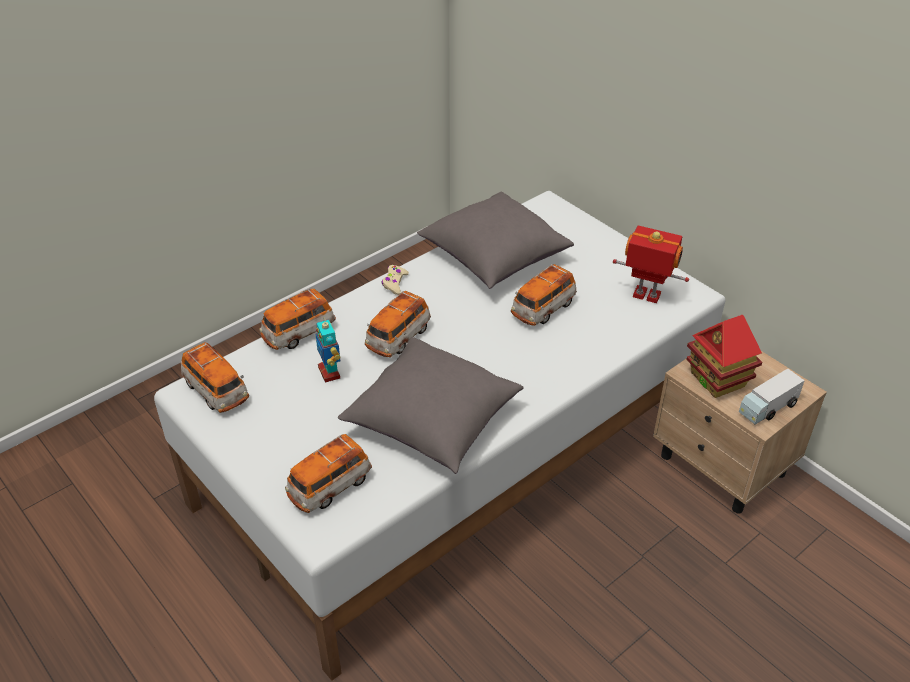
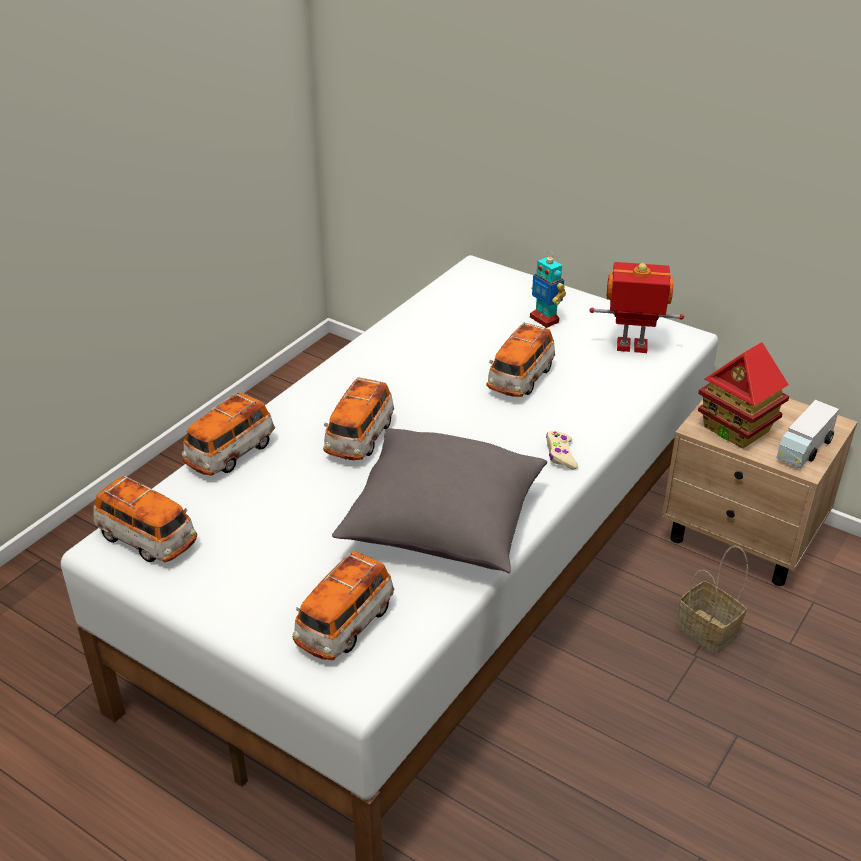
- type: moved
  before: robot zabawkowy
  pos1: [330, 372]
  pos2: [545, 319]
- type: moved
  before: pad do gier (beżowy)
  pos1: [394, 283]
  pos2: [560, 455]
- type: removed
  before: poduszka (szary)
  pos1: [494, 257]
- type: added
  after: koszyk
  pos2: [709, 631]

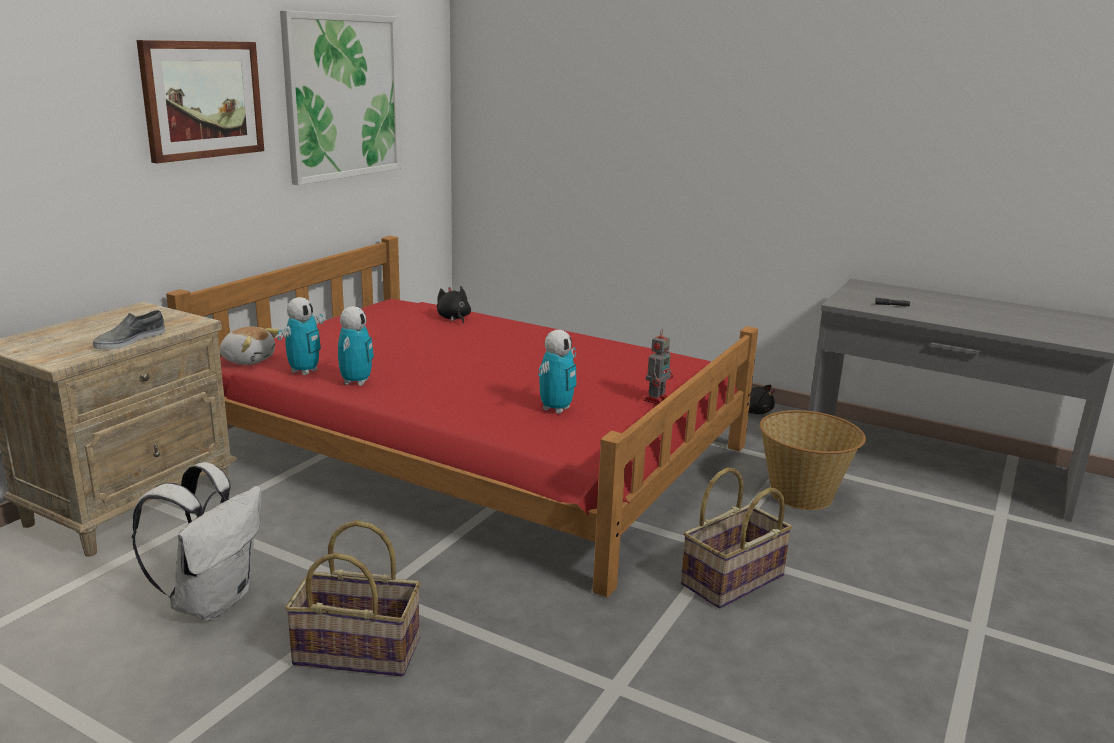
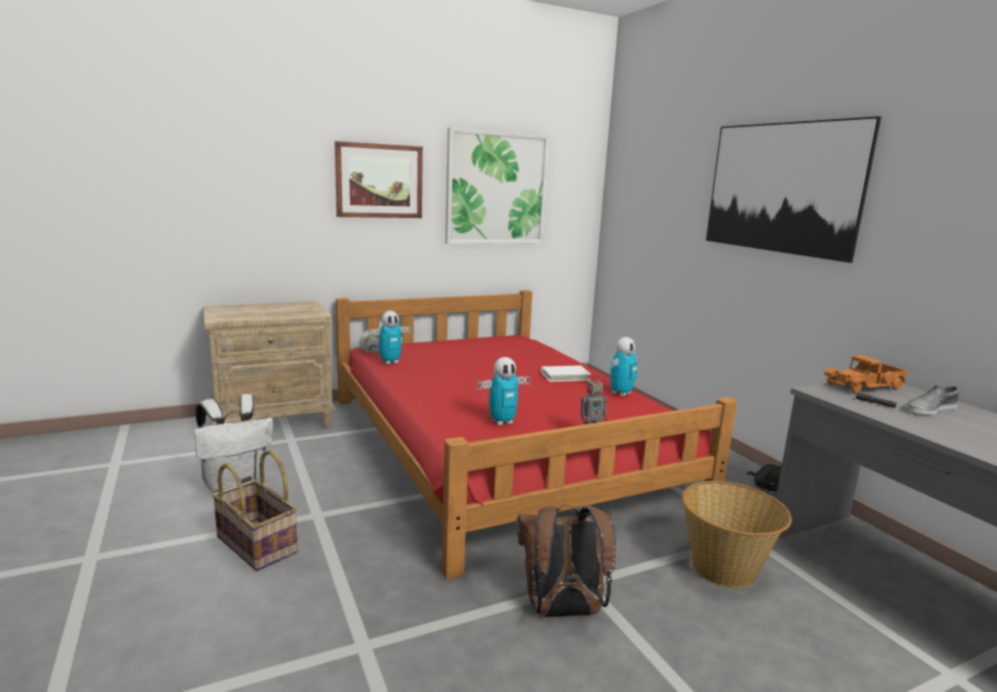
- type: moved
  before: but (szary)
  pos1: [129, 340]
  pos2: [930, 409]
- type: moved
  before: robot zabawkowy
  pos1: [356, 382]
  pos2: [621, 393]
- type: removed
  before: pluszak (czarny)
  pos1: [454, 318]
- type: replaced
  before: koszyk
  after: plecak (brązowy)
  pos1: [733, 581]
  pos2: [562, 611]
- type: added
  after: książka (biały)
  pos2: [565, 376]
- type: added
  after: obraz
  pos2: [781, 188]
- type: added
  after: ciężarówka zabawkowa
  pos2: [865, 386]

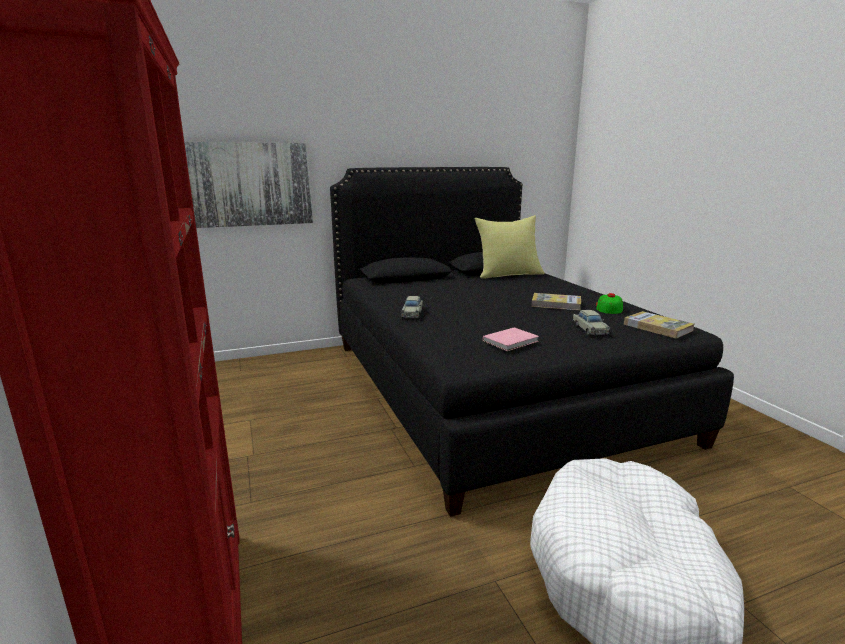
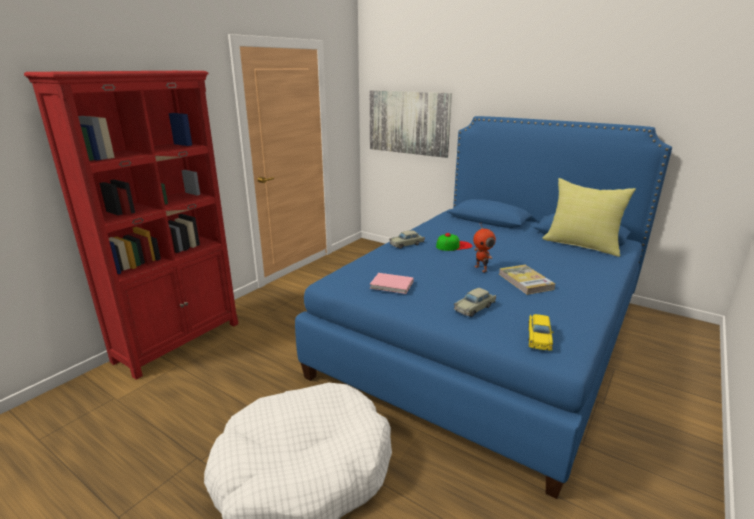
- type: recoloured
  before: łóżko (czarny)
  after: łóżko (niebieski)
  pos1: [488, 387]
  pos2: [486, 337]
- type: moved
  before: czapka z daszkiem
  pos1: [609, 307]
  pos2: [454, 246]
- type: replaced
  before: książka
  after: samochodzik (żółty)
  pos1: [657, 327]
  pos2: [539, 338]
- type: added
  after: robot zabawkowy
  pos2: [481, 268]

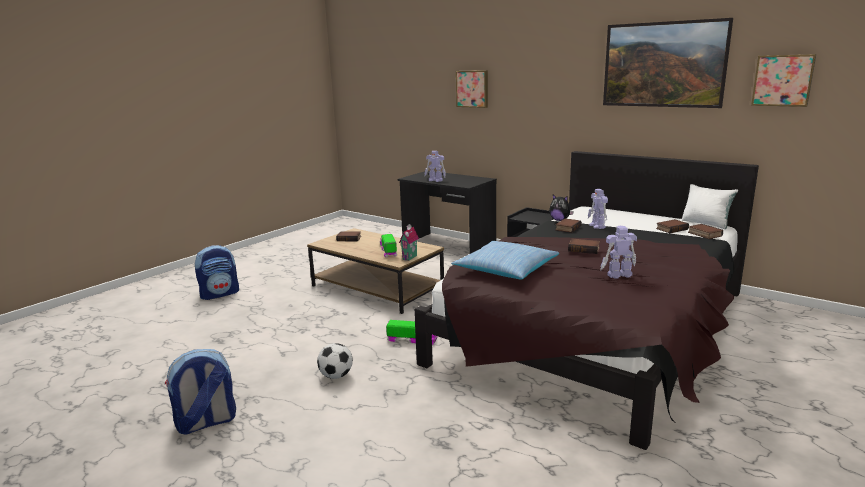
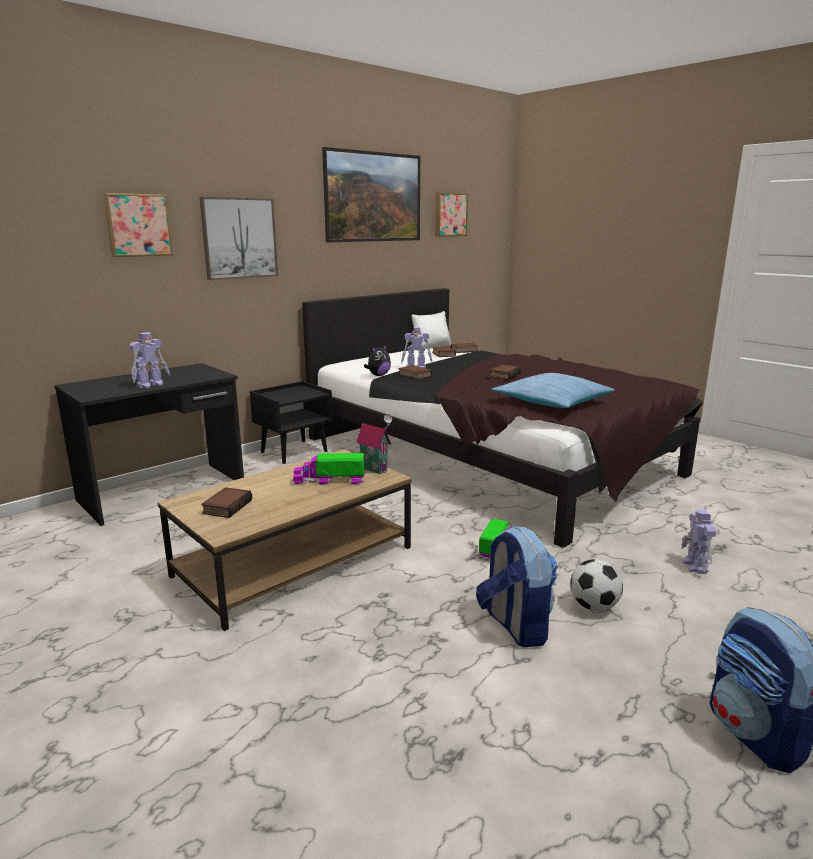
- type: moved
  before: plecak
  pos1: [220, 294]
  pos2: [514, 625]
- type: moved
  before: robot zabawkowy
  pos1: [618, 275]
  pos2: [695, 566]
- type: added
  after: obraz
  pos2: [239, 238]

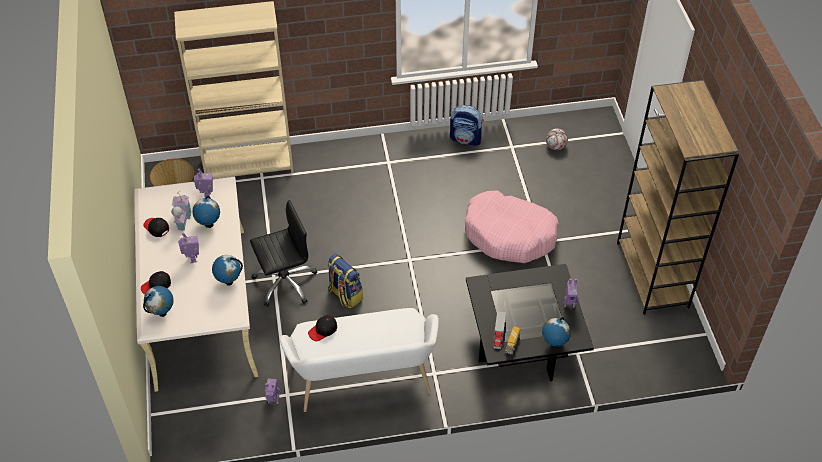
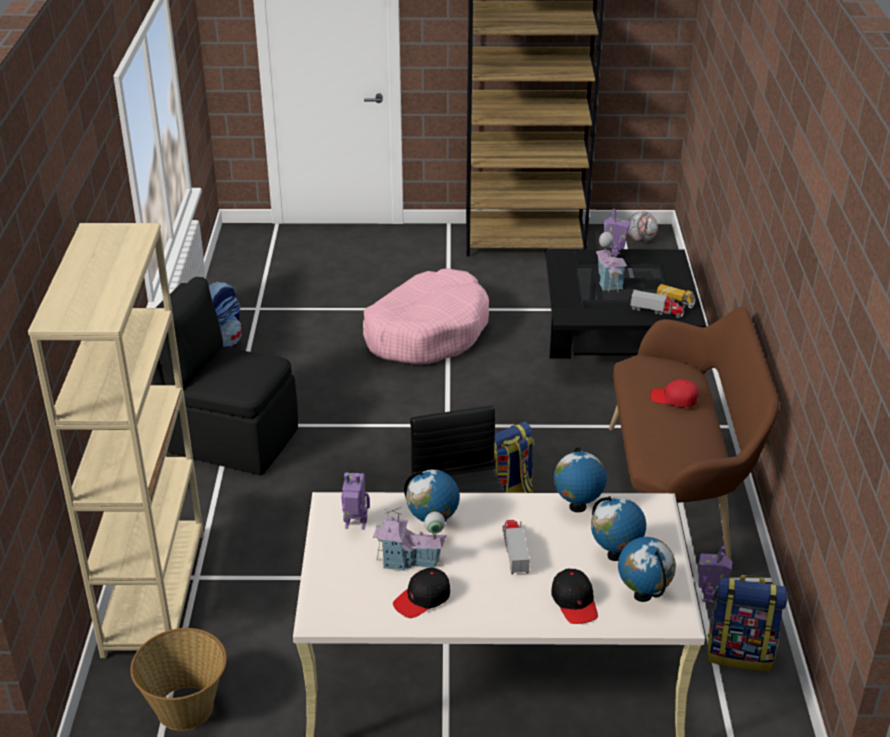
- type: replaced
  before: robot zabawkowy
  after: ciężarówka zabawkowa
  pos1: [192, 259]
  pos2: [515, 551]
- type: recoloured
  before: ławka (biały)
  after: ławka (brązowy)
  pos1: [363, 382]
  pos2: [676, 494]
- type: removed
  before: czapka z daszkiem (czarny)
  pos1: [323, 330]
- type: moved
  before: globus
  pos1: [554, 344]
  pos2: [615, 555]
- type: moved
  before: piłka futbolowa
  pos1: [555, 147]
  pos2: [641, 240]
- type: added
  after: krzesło (czarny)
  pos2: [230, 439]
- type: added
  after: domek
  pos2: [608, 281]
- type: added
  after: czapka z daszkiem (czerwony)
  pos2: [674, 399]
- type: added
  after: plecak
  pos2: [740, 652]

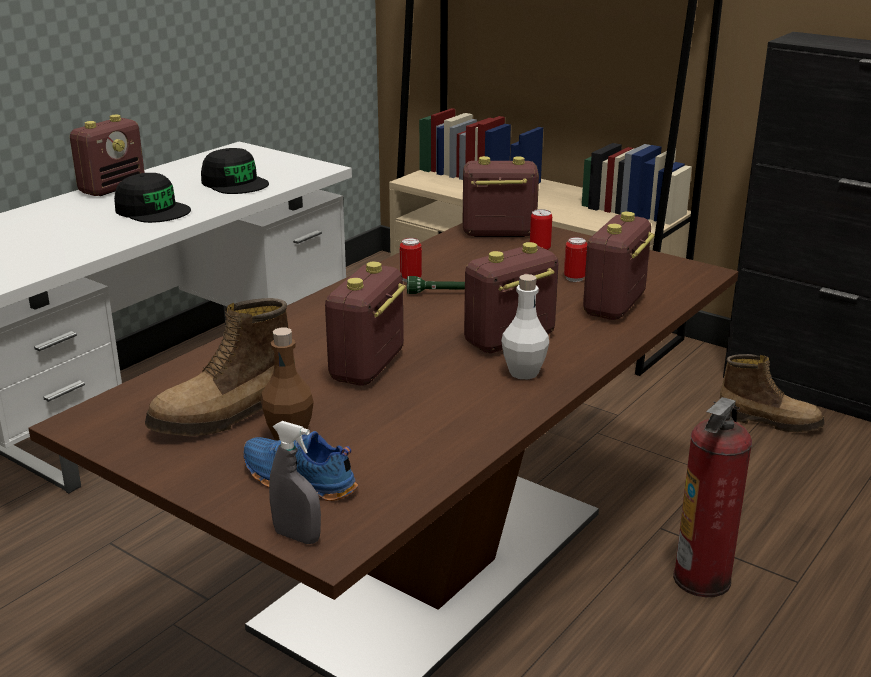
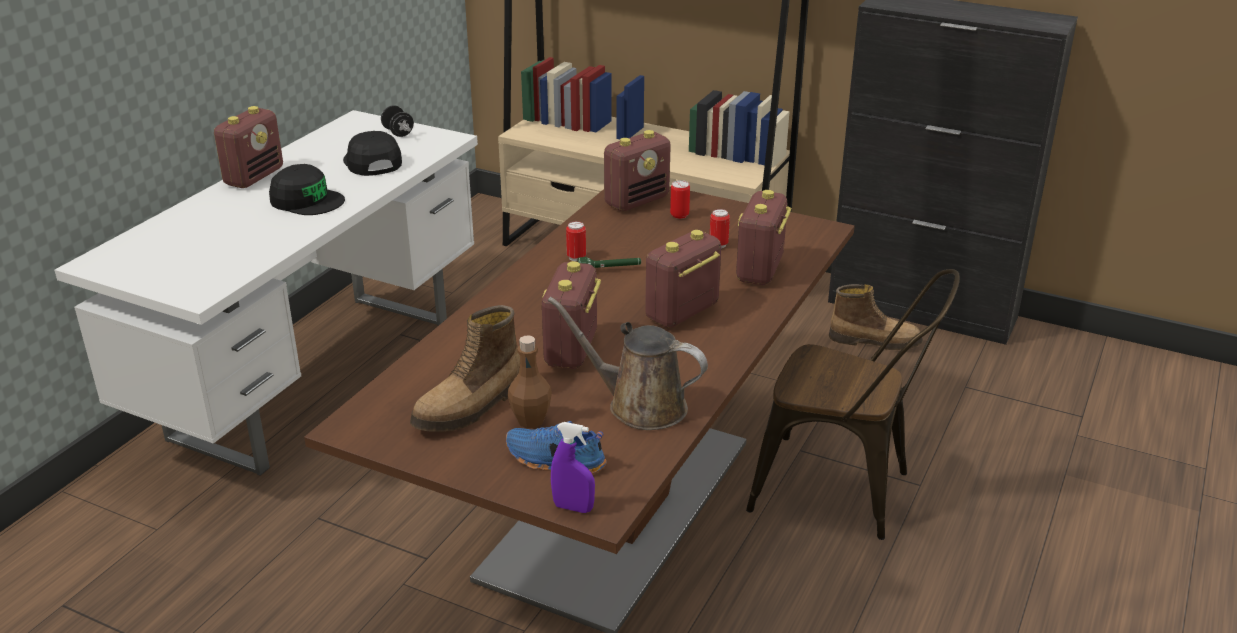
- type: turned
  before: czapka z daszkiem (czarny)
  pos1: [235, 183]
  pos2: [372, 162]
  turn: -150
- type: recoloured
  before: spryskiwacz (szary)
  after: spryskiwacz (fioletowy)
  pos1: [297, 536]
  pos2: [573, 507]
- type: turned
  before: radio
  pos1: [498, 233]
  pos2: [637, 201]
  turn: 150
- type: removed
  before: butelka (biały)
  pos1: [524, 372]
- type: replaced
  before: gaśnica
  after: krzesło (brązowy)
  pos1: [702, 579]
  pos2: [843, 491]
- type: added
  after: hantel (czarny)
  pos2: [398, 132]
- type: added
  after: konewka (brązowy)
  pos2: [639, 405]

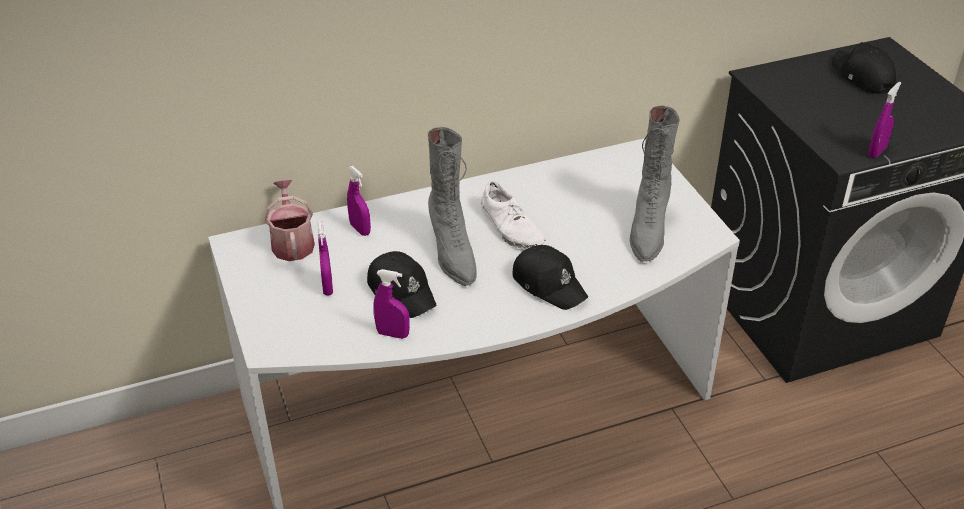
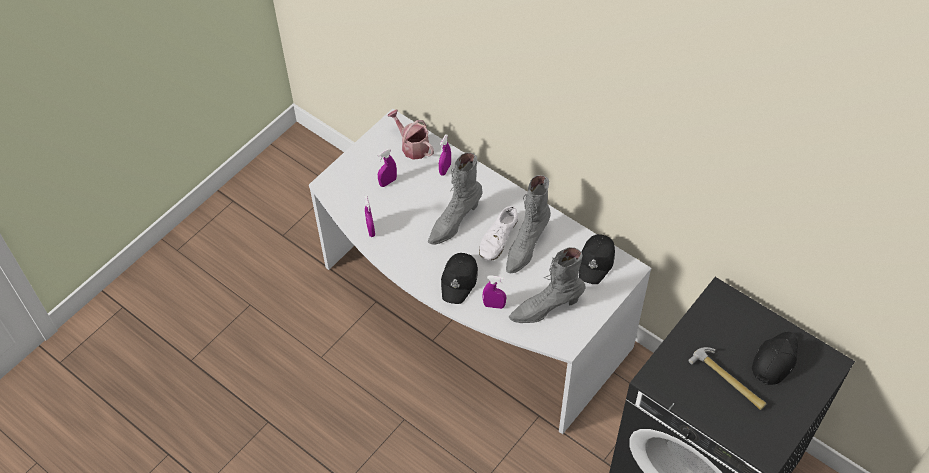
- type: turned
  before: konewka
  pos1: [292, 242]
  pos2: [412, 146]
  turn: -90
- type: moved
  before: czapka z daszkiem (czarny)
  pos1: [402, 291]
  pos2: [596, 262]
- type: moved
  before: spryskiwacz (fioletowy)
  pos1: [877, 152]
  pos2: [494, 305]
- type: added
  after: but z cholewką (szary)
  pos2: [526, 247]
- type: added
  after: młotek
  pos2: [728, 380]

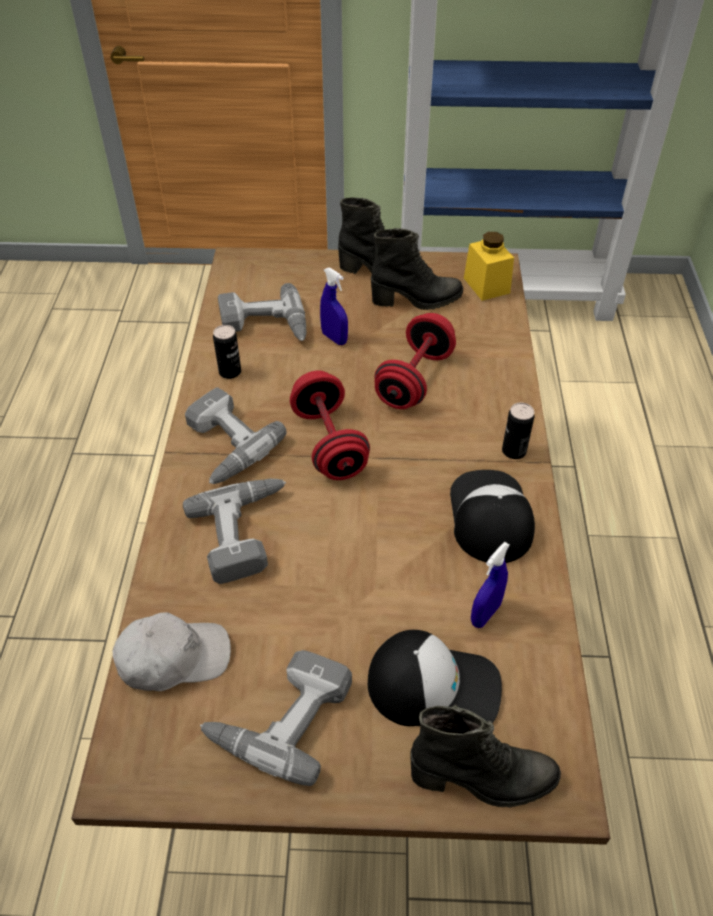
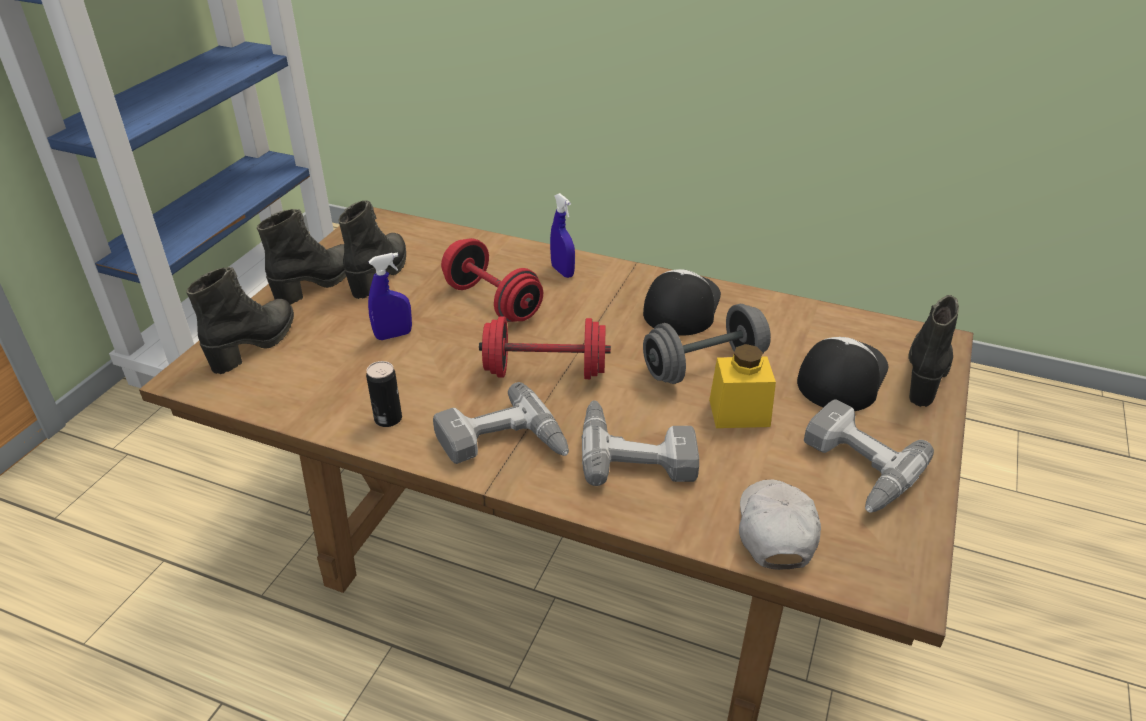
- type: removed
  before: wiertarka
  pos1: [264, 326]
- type: turned
  before: czapka z daszkiem
  pos1: [489, 516]
  pos2: [681, 305]
  turn: 90
- type: moved
  before: słoik (żółty)
  pos1: [486, 285]
  pos2: [739, 413]
- type: moved
  before: spryskiwacz (niebieski)
  pos1: [485, 614]
  pos2: [562, 271]
- type: removed
  before: puszka
  pos1: [514, 451]
- type: added
  after: but z cholewką (czarny)
  pos2: [255, 344]
- type: added
  after: hantel (szary)
  pos2: [704, 367]

